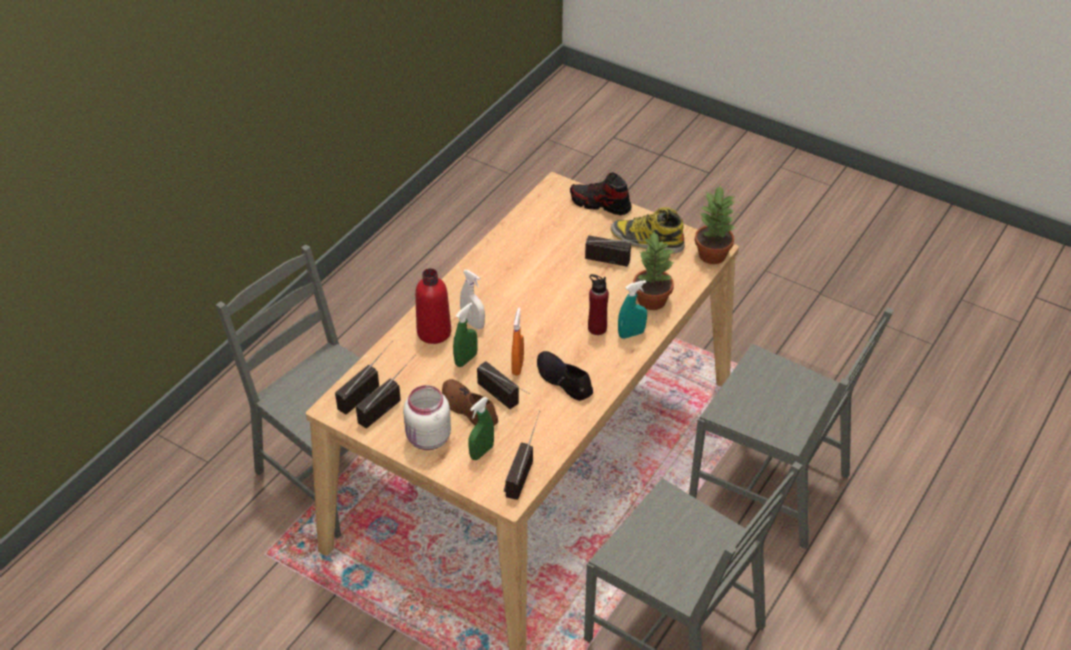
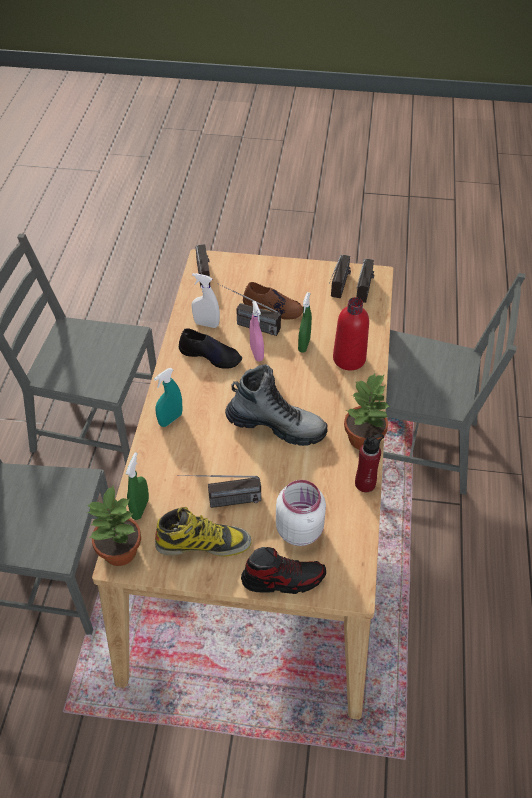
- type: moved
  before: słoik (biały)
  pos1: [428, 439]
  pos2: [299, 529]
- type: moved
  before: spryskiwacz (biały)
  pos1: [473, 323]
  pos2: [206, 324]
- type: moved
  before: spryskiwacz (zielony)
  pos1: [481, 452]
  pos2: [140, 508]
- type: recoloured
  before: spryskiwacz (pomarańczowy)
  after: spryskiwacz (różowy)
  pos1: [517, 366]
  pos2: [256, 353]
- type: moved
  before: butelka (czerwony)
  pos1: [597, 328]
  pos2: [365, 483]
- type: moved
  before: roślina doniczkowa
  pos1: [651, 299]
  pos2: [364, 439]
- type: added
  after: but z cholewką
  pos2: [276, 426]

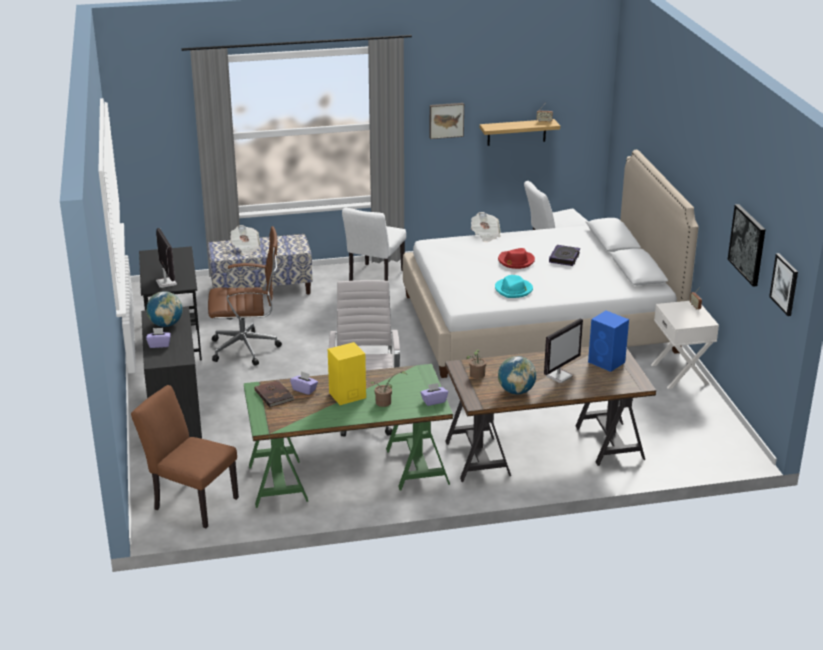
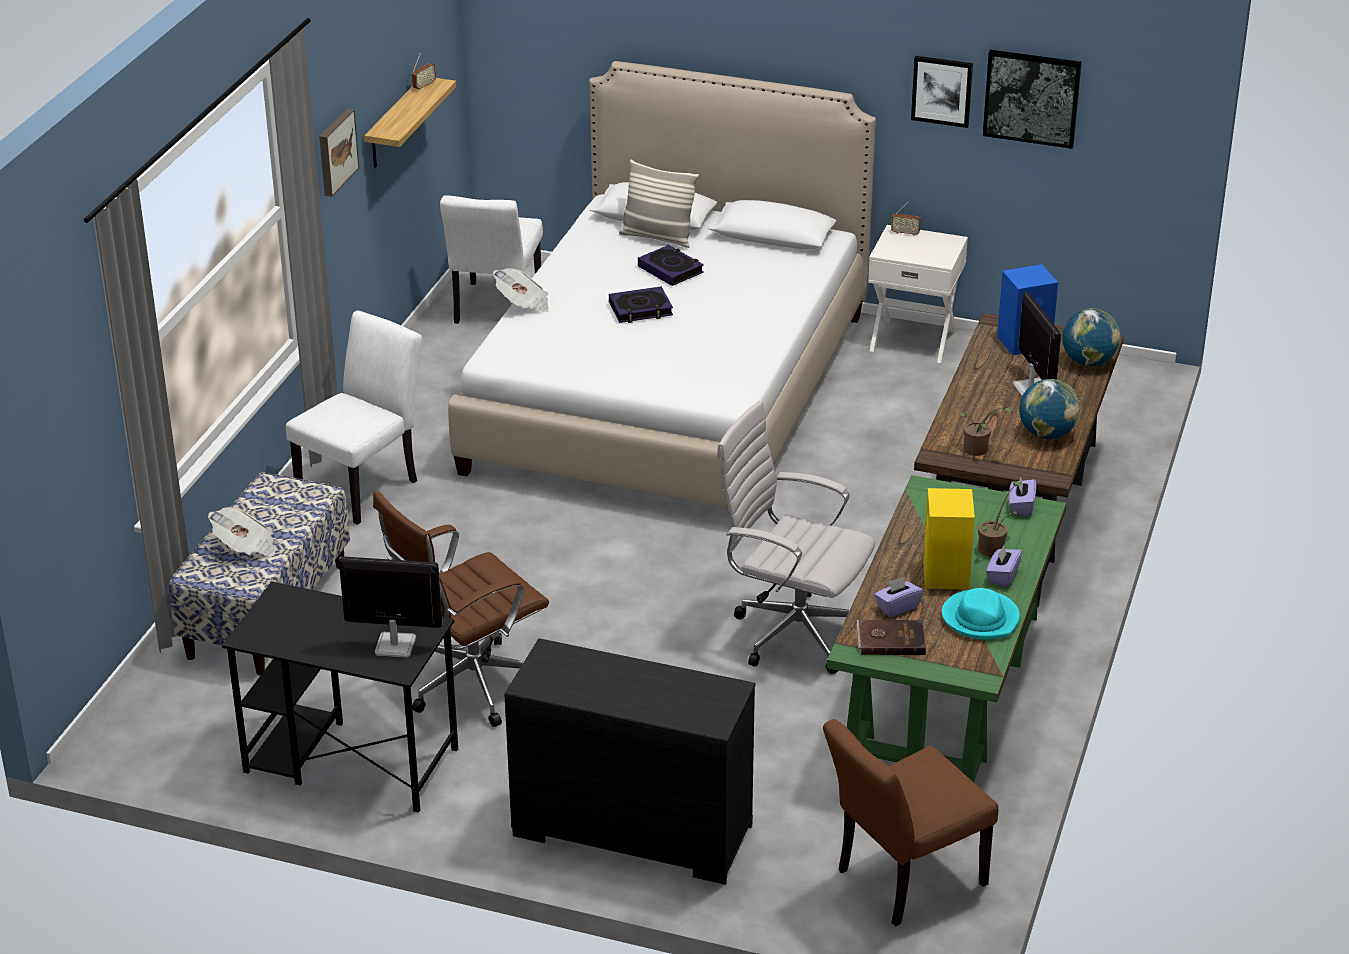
- type: moved
  before: globus
  pos1: [166, 325]
  pos2: [1088, 362]
- type: moved
  before: pudełko chusteczek (fioletowy)
  pos1: [159, 344]
  pos2: [1002, 576]
- type: turned
  before: krzesło biurowe (brązowy)
  pos1: [248, 348]
  pos2: [468, 687]
  turn: -150
- type: turned
  before: krzesło (biały)
  pos1: [374, 279]
  pos2: [364, 485]
  turn: -105
- type: moved
  before: kapelusz (turkusowy)
  pos1: [513, 290]
  pos2: [981, 618]
- type: replaced
  before: kapelusz (czerwony)
  after: książka
  pos1: [516, 261]
  pos2: [640, 309]
- type: moved
  before: obraz
  pos1: [785, 284]
  pos2: [942, 90]
- type: added
  after: poduszka
  pos2: [657, 237]

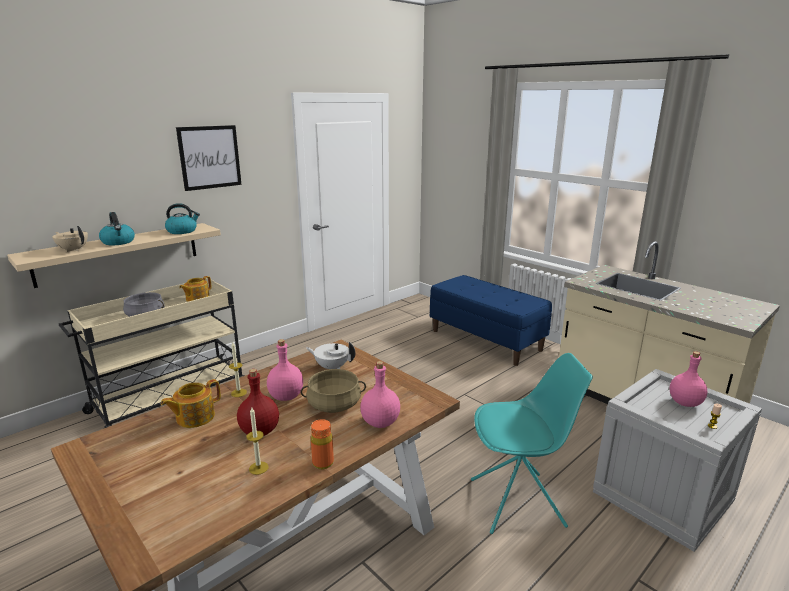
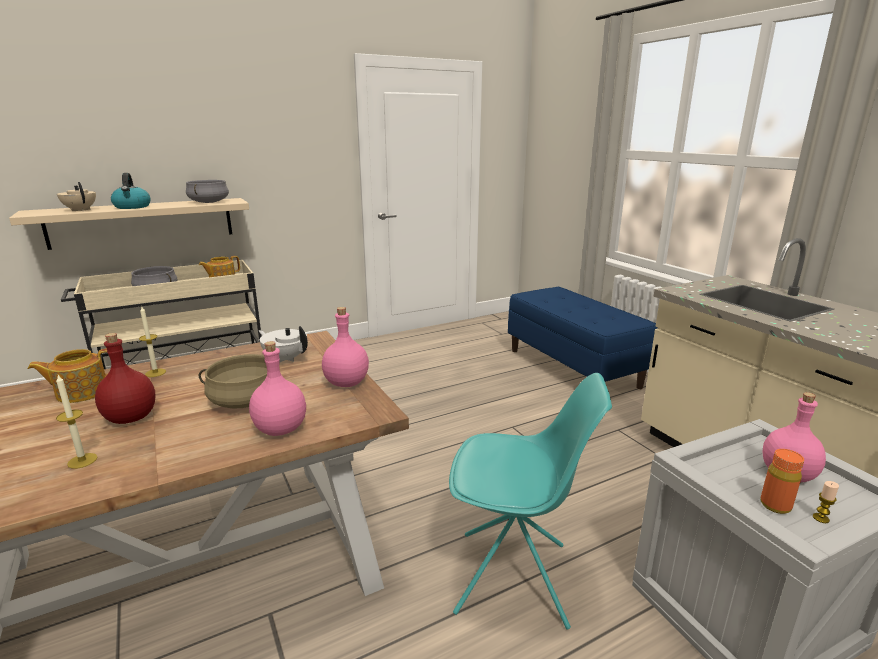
- type: replaced
  before: czajnik
  after: garnek (szary)
  pos1: [182, 231]
  pos2: [208, 202]
- type: removed
  before: obraz
  pos1: [210, 157]
- type: moved
  before: butelka (różowy)
  pos1: [285, 396]
  pos2: [346, 383]
- type: moved
  before: butelka (pomarańczowy)
  pos1: [323, 463]
  pos2: [775, 505]

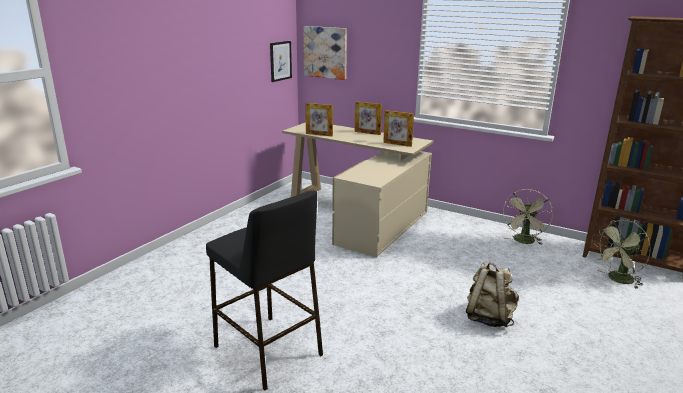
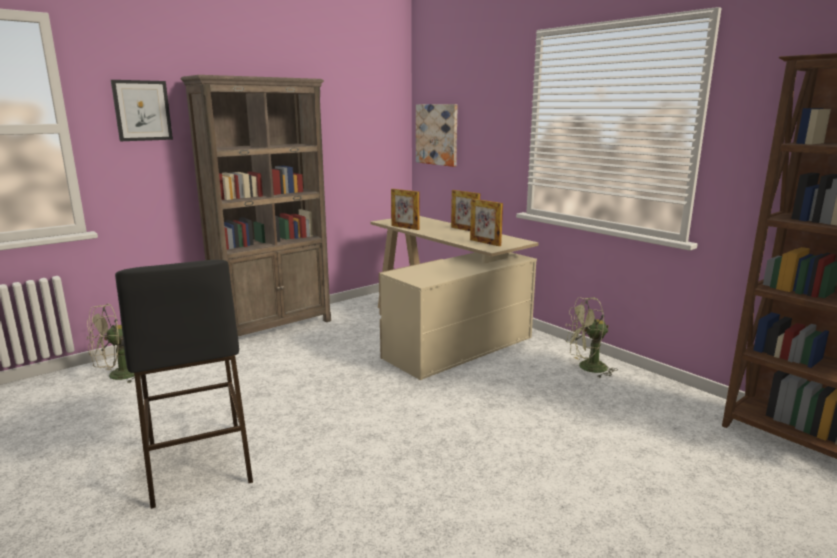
- type: moved
  before: obraz
  pos1: [280, 61]
  pos2: [142, 110]
- type: removed
  before: plecak (beżowy)
  pos1: [488, 318]
- type: moved
  before: wentylator (beżowy)
  pos1: [524, 242]
  pos2: [118, 376]
- type: moved
  before: wentylator (zielony)
  pos1: [617, 280]
  pos2: [587, 368]
- type: added
  after: regał (brązowy)
  pos2: [275, 327]

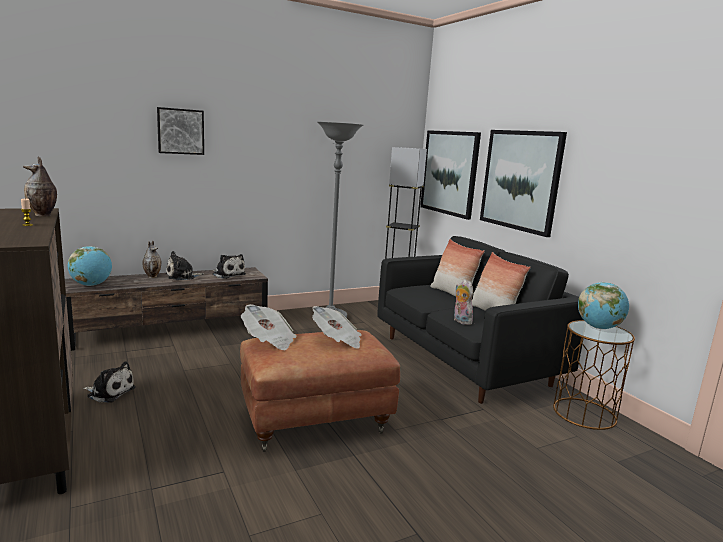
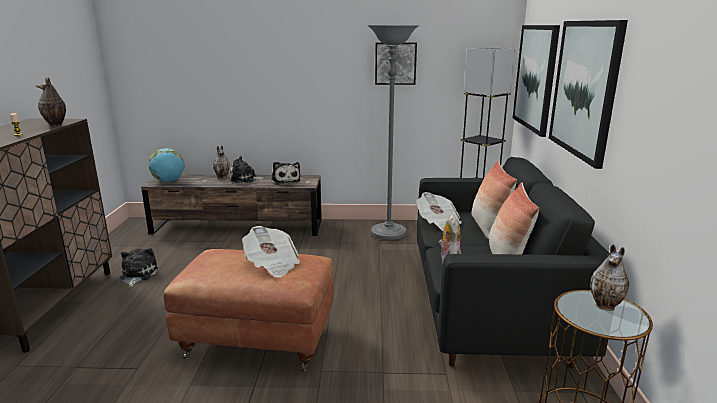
- type: turned
  before: pluszak
  pos1: [109, 392]
  pos2: [138, 275]
  turn: -135
- type: moved
  before: obraz
  pos1: [180, 131]
  pos2: [395, 63]
- type: moved
  before: gazeta
  pos1: [269, 341]
  pos2: [438, 223]
- type: replaced
  before: globus
  after: wazon
  pos1: [598, 327]
  pos2: [606, 306]

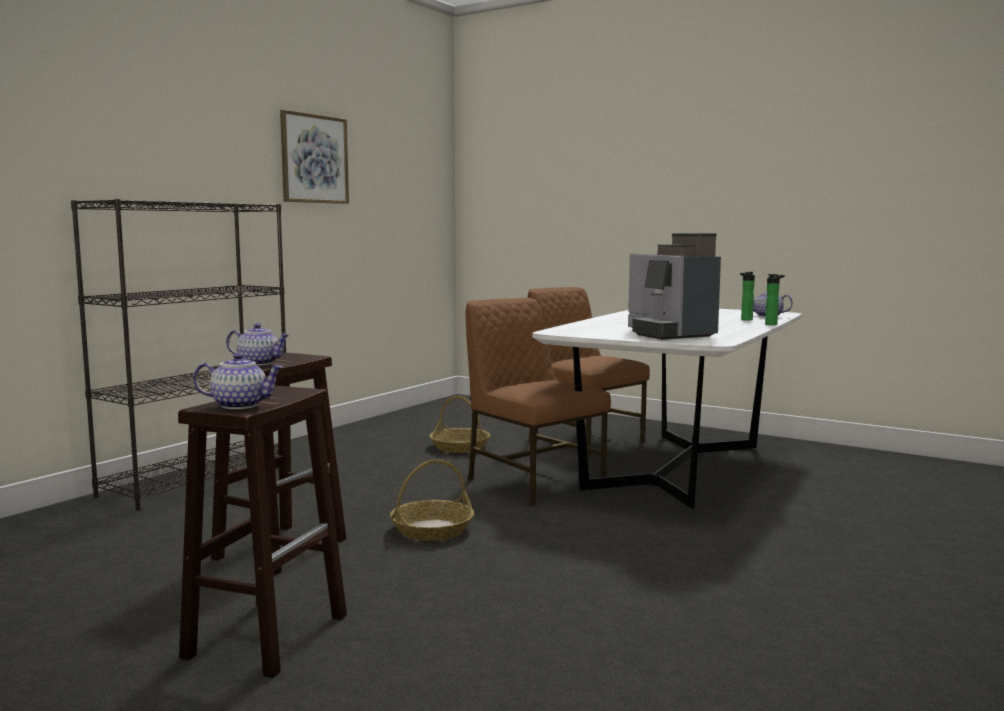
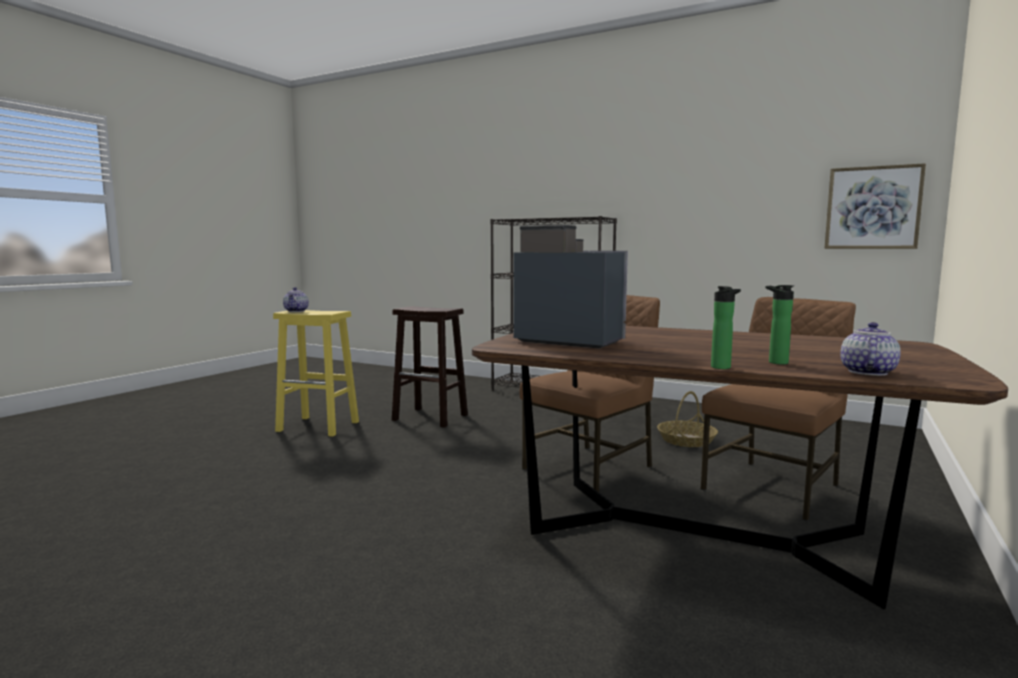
- type: recoloured
  before: stołek (brązowy)
  after: stołek (żółty)
  pos1: [268, 635]
  pos2: [319, 426]
- type: removed
  before: imbryk
  pos1: [259, 363]
- type: moved
  before: obraz
  pos1: [314, 159]
  pos2: [872, 208]
- type: removed
  before: koszyk
  pos1: [432, 529]
- type: recoloured
  before: stół jadalny (biały)
  after: stół jadalny (brązowy)
  pos1: [676, 467]
  pos2: [697, 535]
- type: turned
  before: ekspres do kawy
  pos1: [669, 334]
  pos2: [567, 340]
  turn: 60

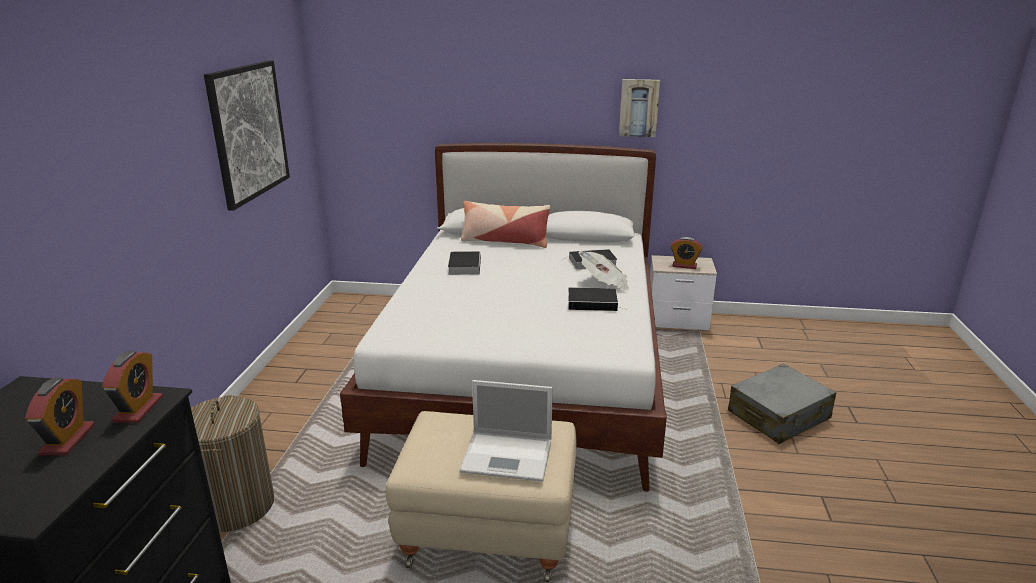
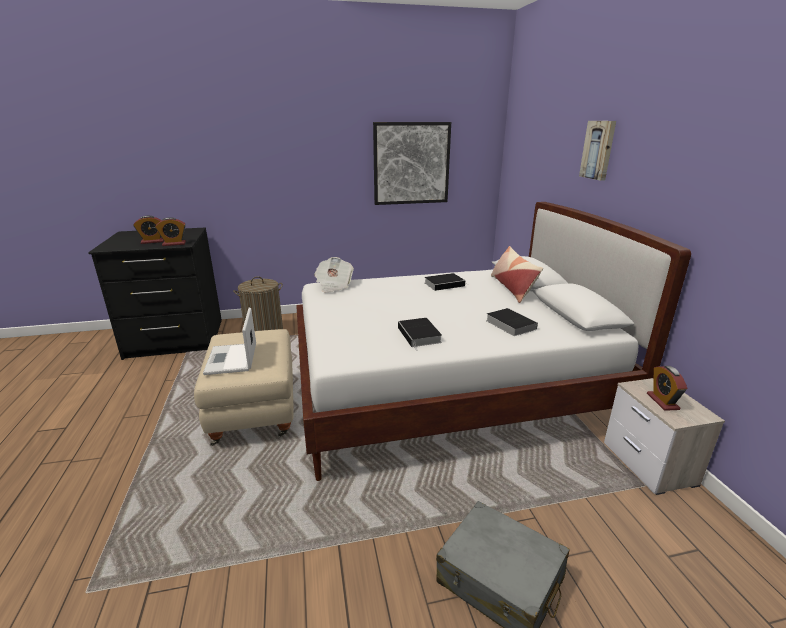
- type: moved
  before: gazeta
  pos1: [604, 284]
  pos2: [333, 285]
- type: moved
  before: obraz
  pos1: [639, 107]
  pos2: [598, 150]

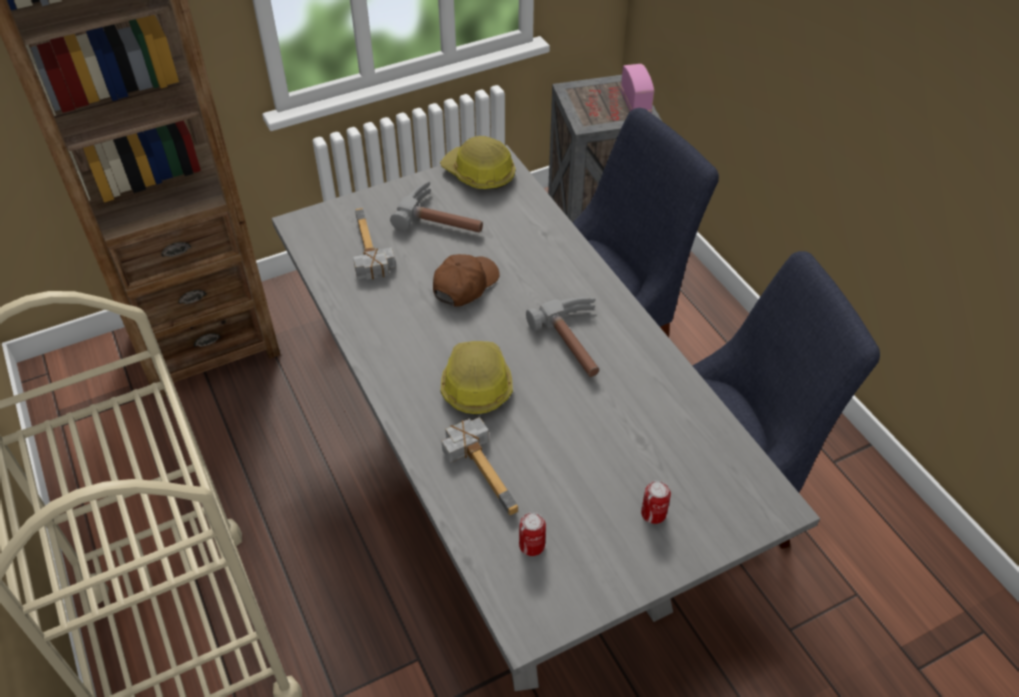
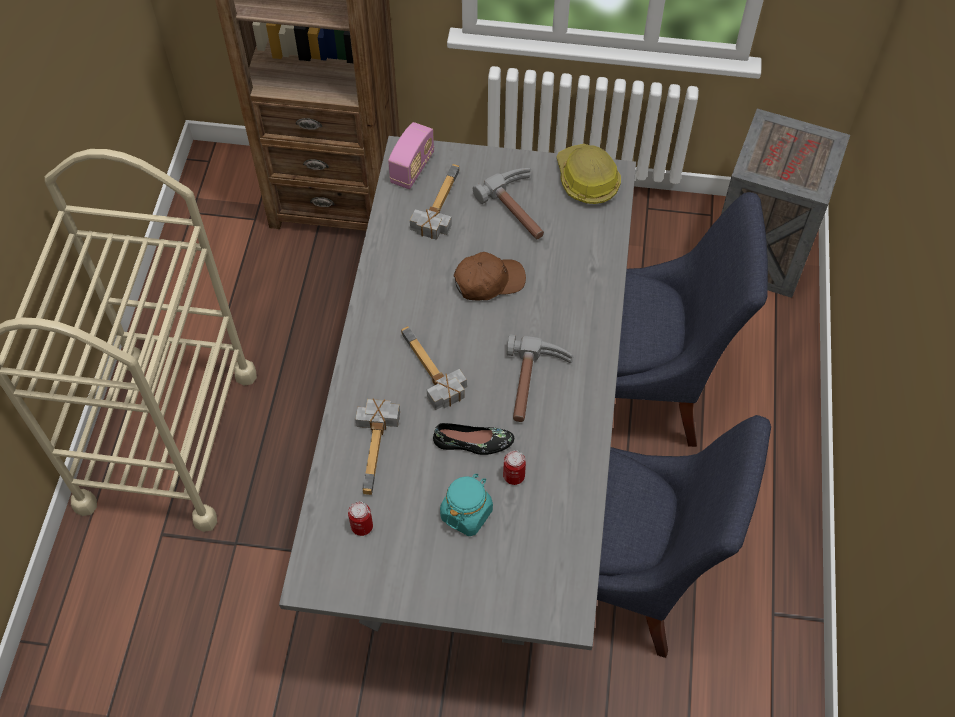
- type: replaced
  before: kask
  after: młotek
  pos1: [475, 384]
  pos2: [426, 373]
- type: moved
  before: radio
  pos1: [635, 104]
  pos2: [412, 168]
- type: moved
  before: puszka
  pos1: [653, 514]
  pos2: [514, 476]
- type: added
  after: but (czarny)
  pos2: [473, 443]
- type: added
  after: słoik (turkusowy)
  pos2: [466, 513]

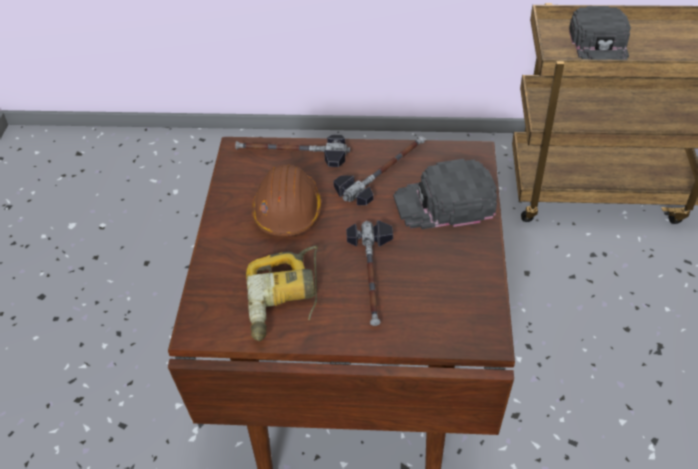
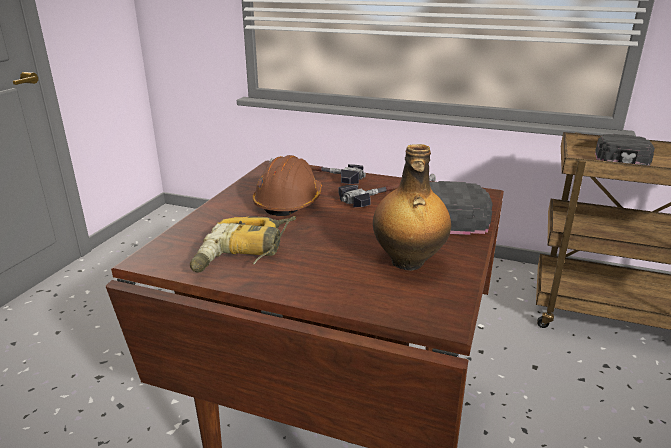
- type: removed
  before: młotek
  pos1: [372, 275]
- type: added
  after: butelka
  pos2: [408, 262]

